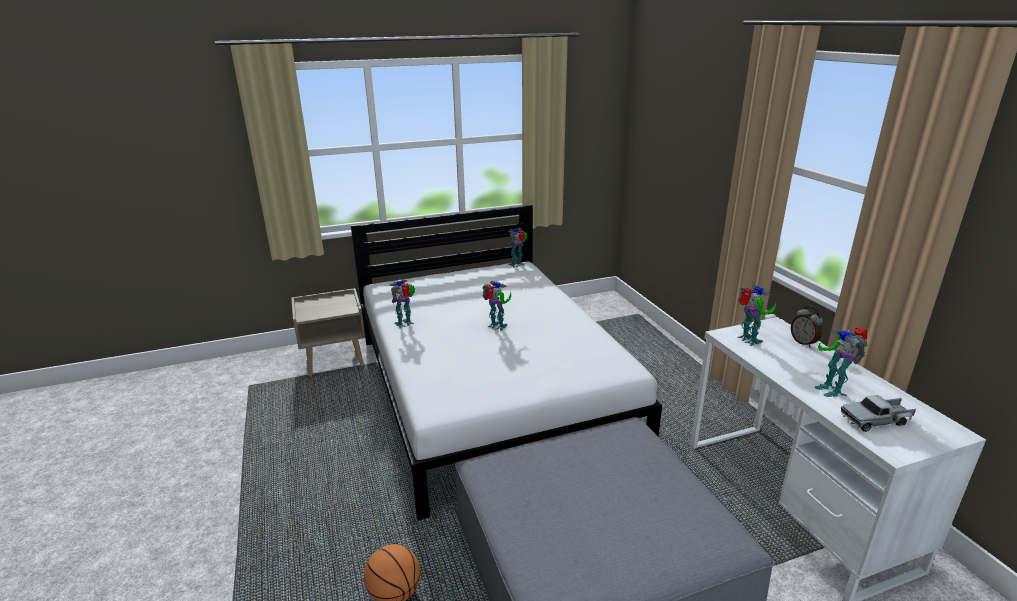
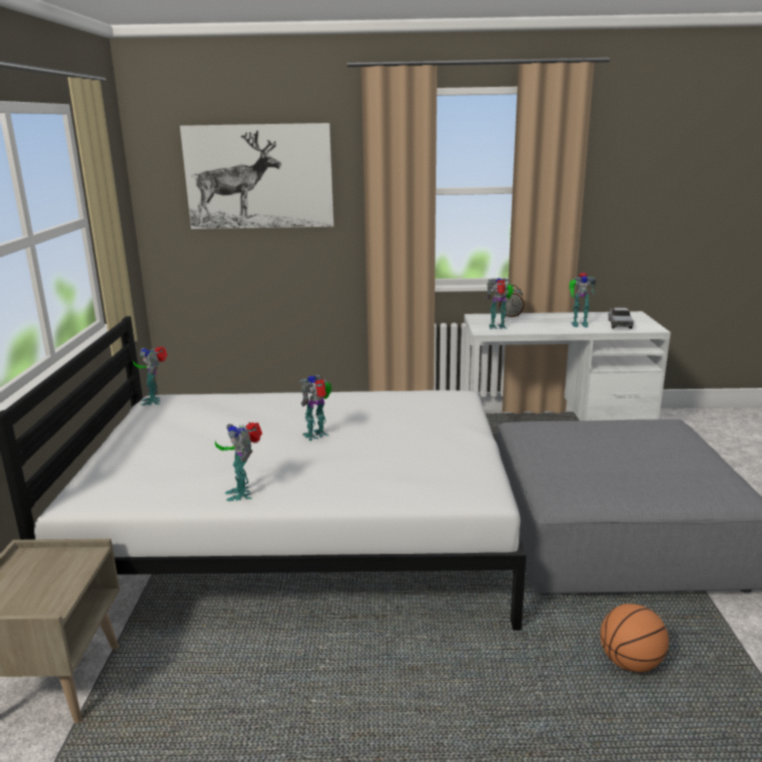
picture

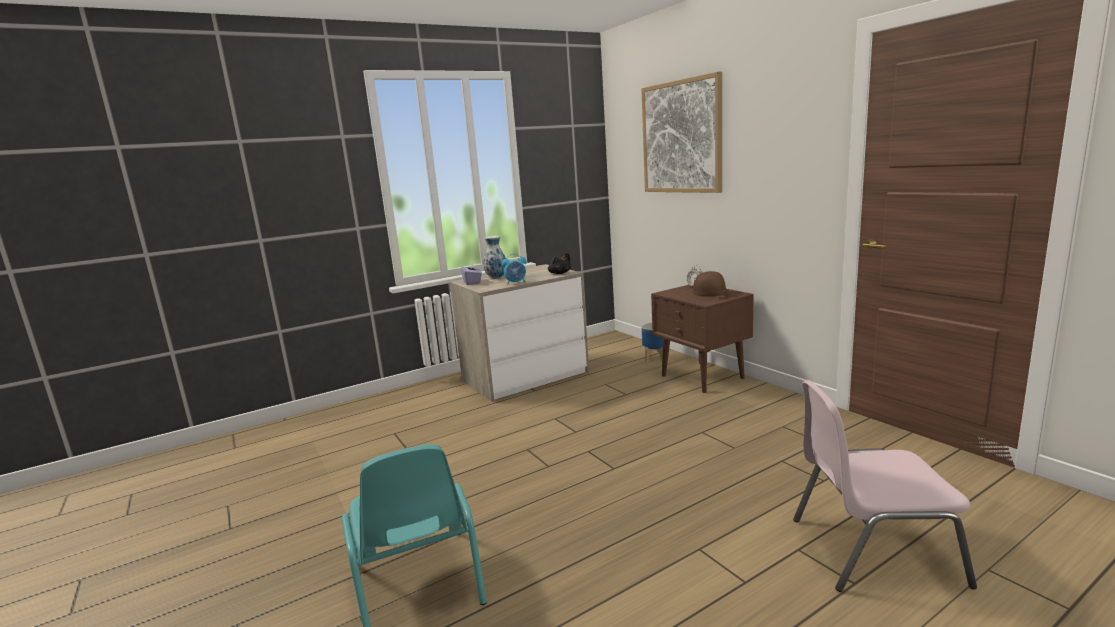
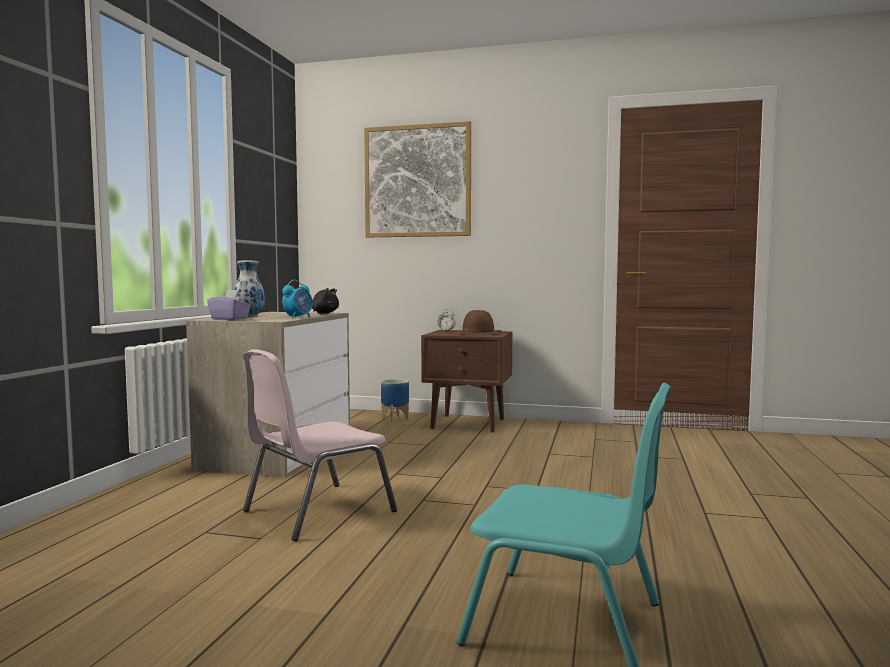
pink chair

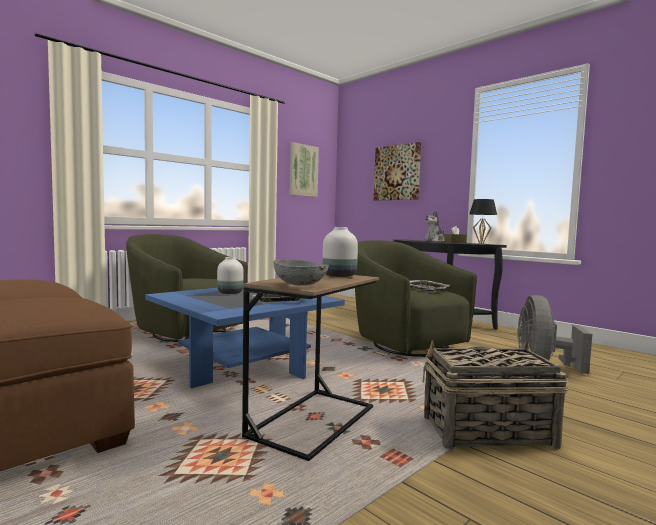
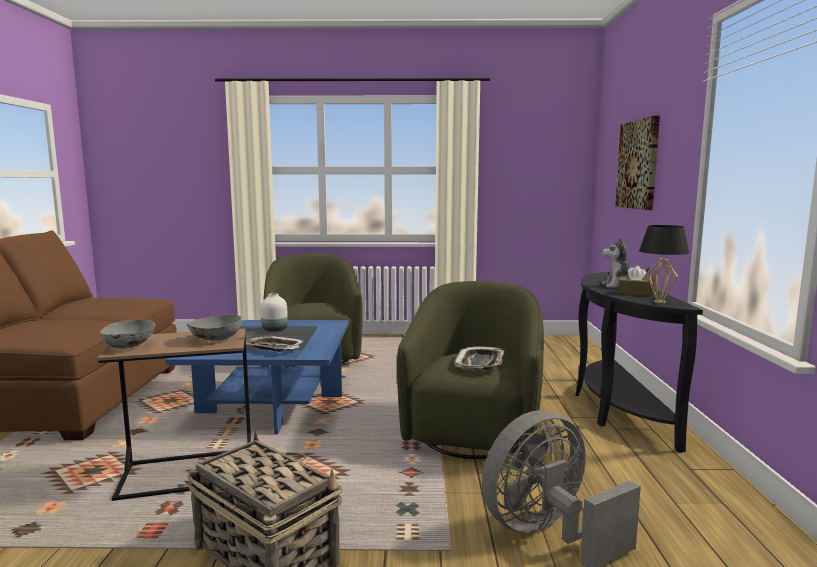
picture (1st from left in the first image)
grey bowl (2nd from left)

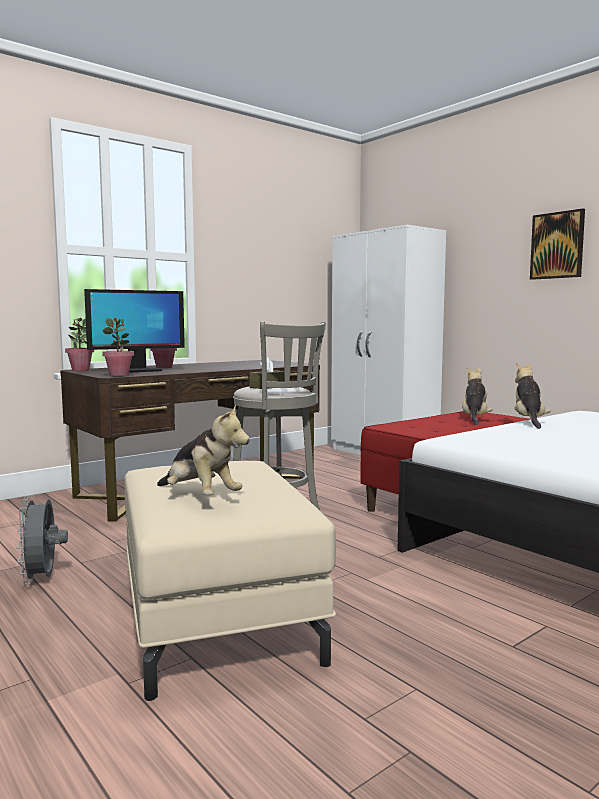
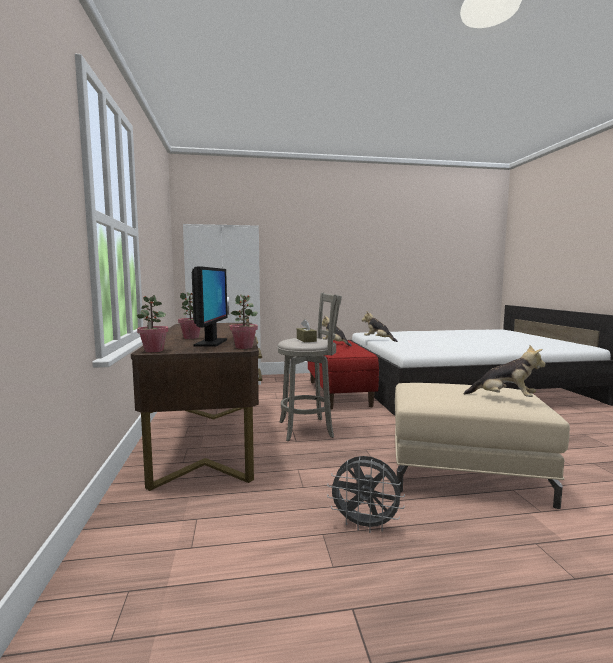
plush toy (3rd from left)
picture

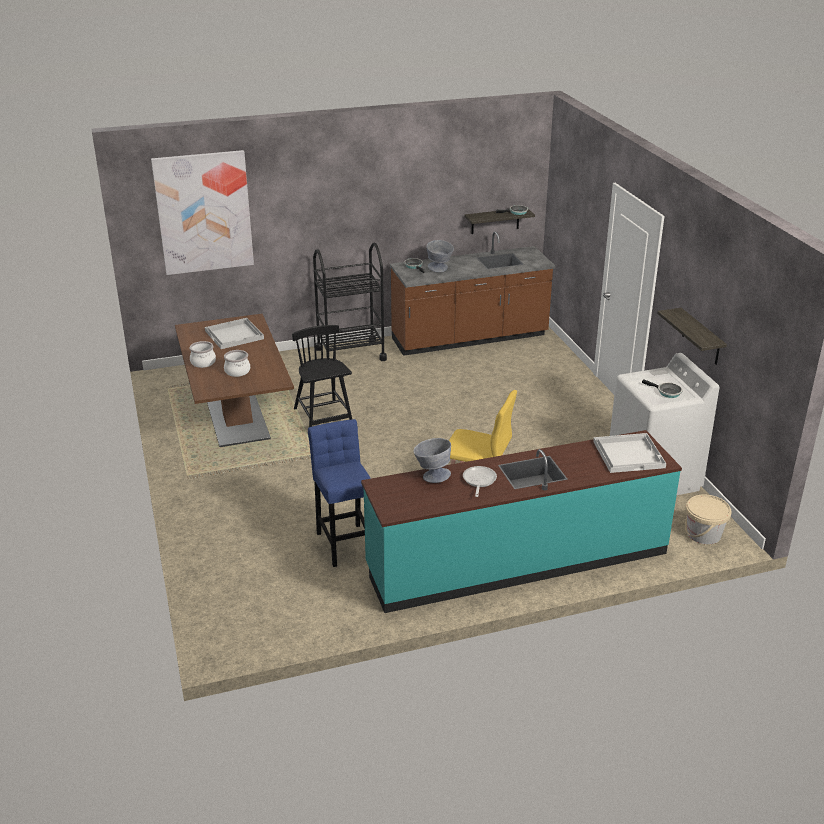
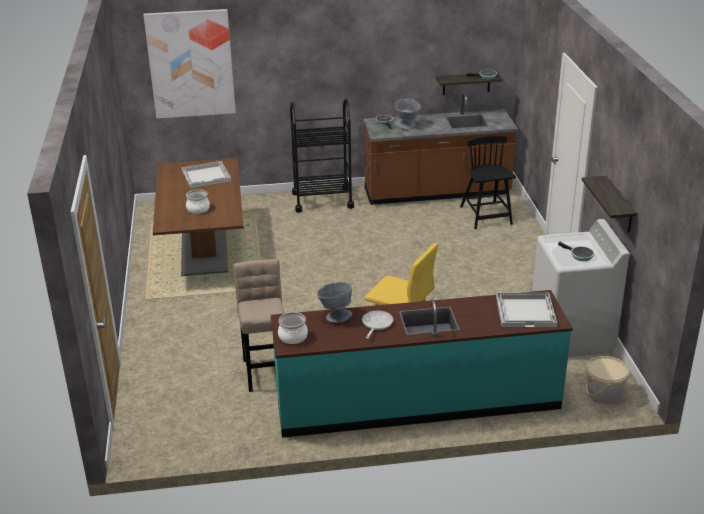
cooking pot (2nd from left)
black chair
beige stool

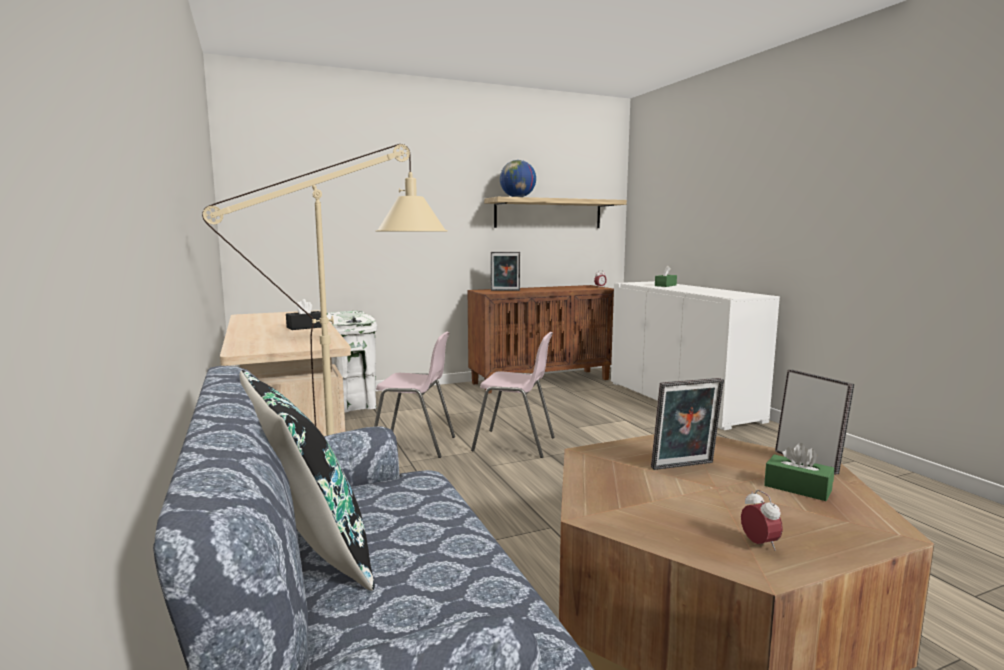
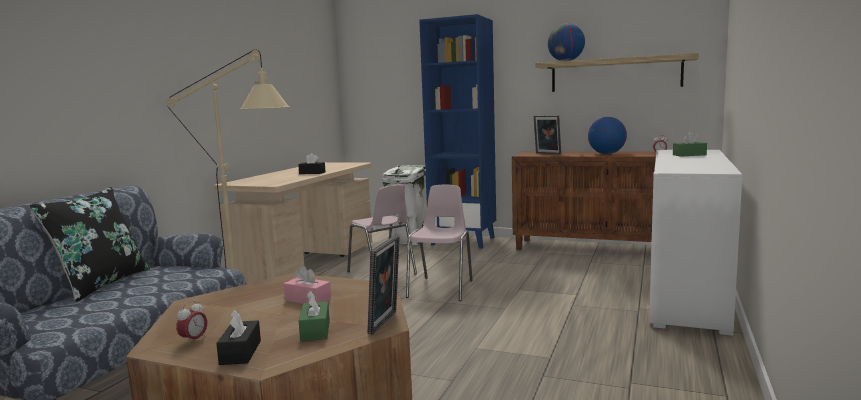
pink chair (2nd from left)
pink tissue box
black tissue box (1st from left)
blue bookcase
globe (2nd from left)

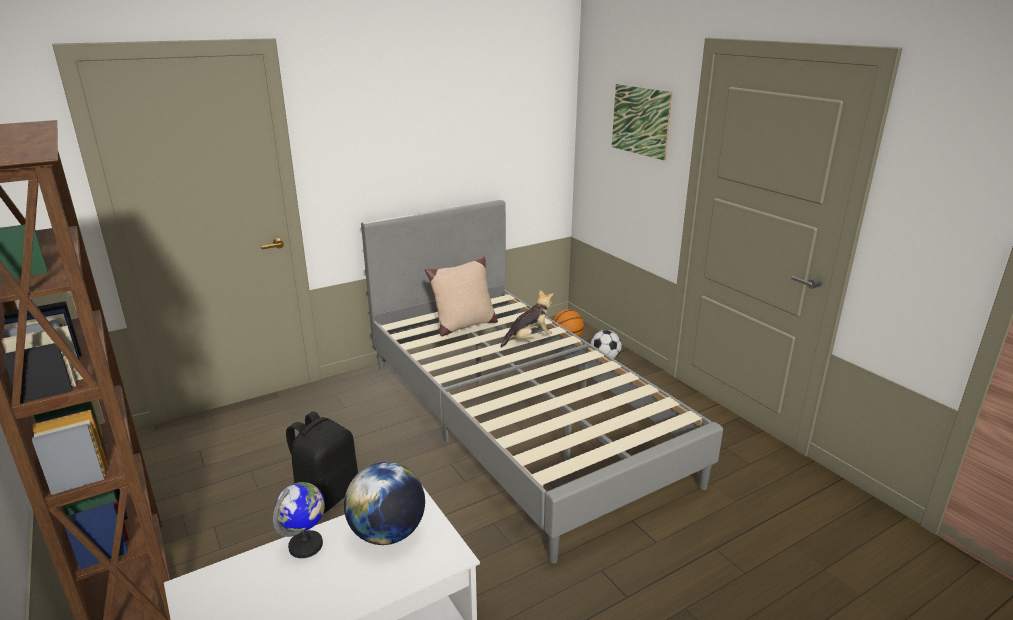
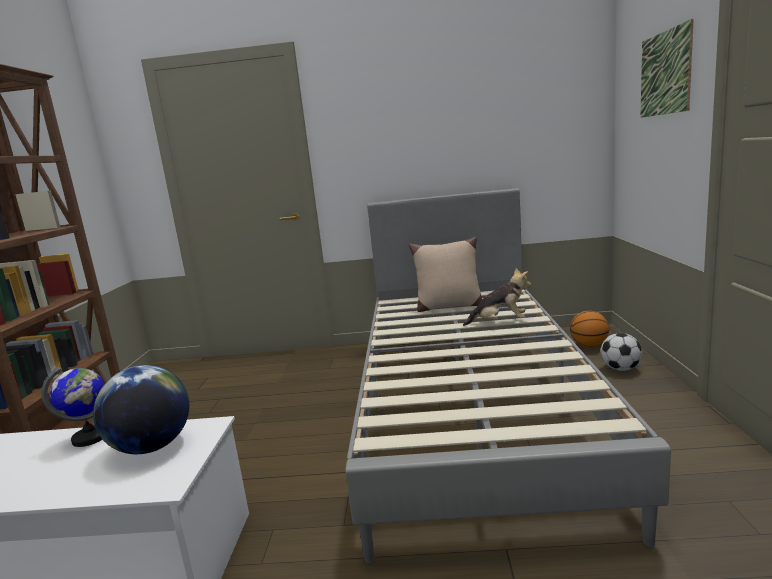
black backpack

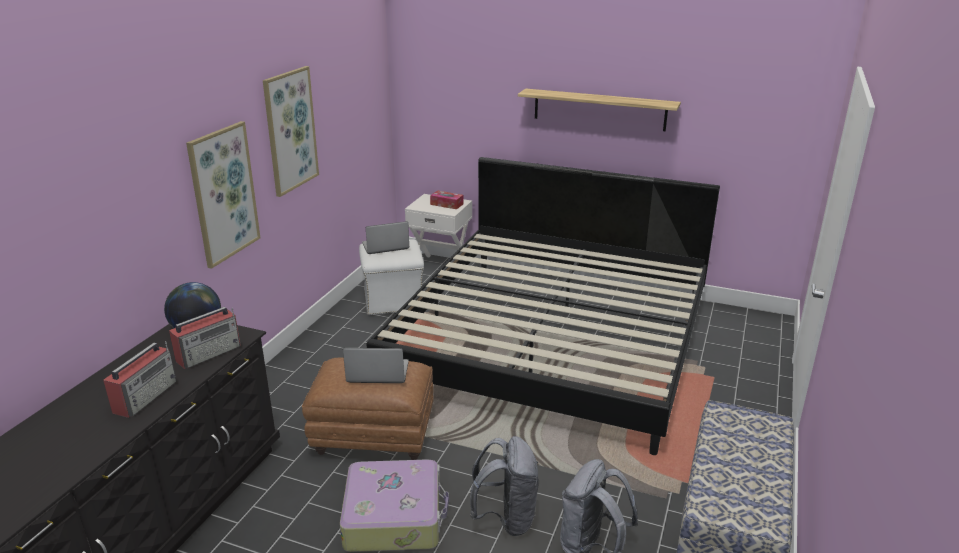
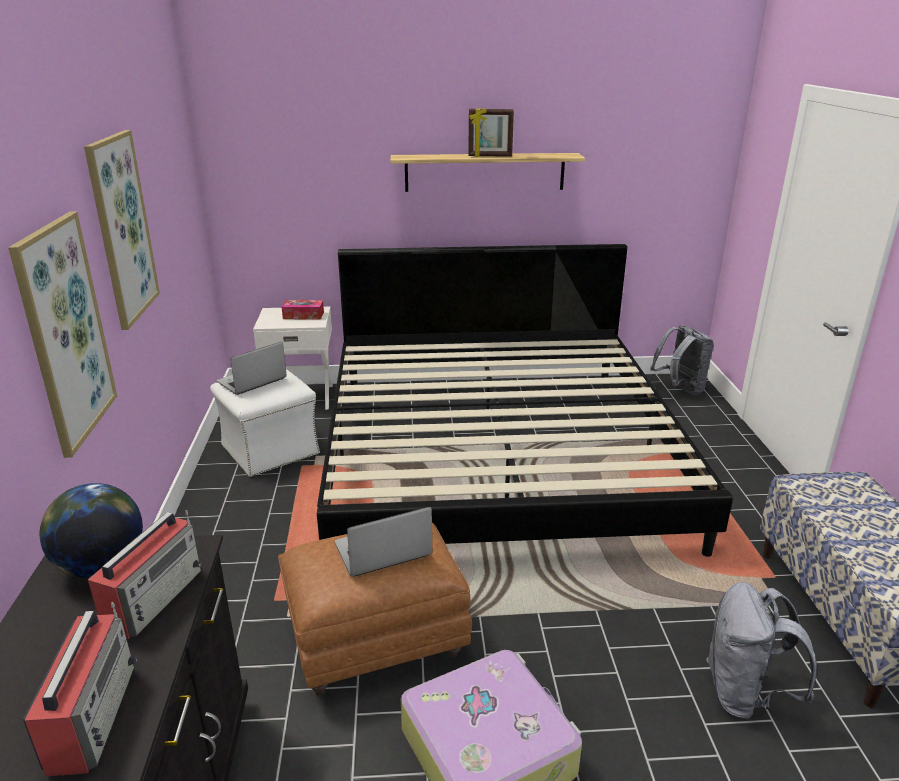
grey backpack (1st from left)
picture frame

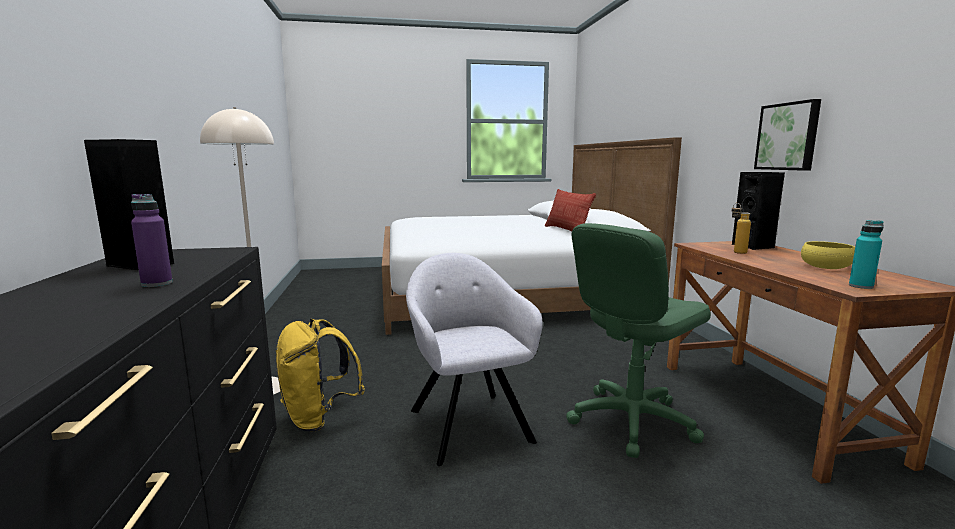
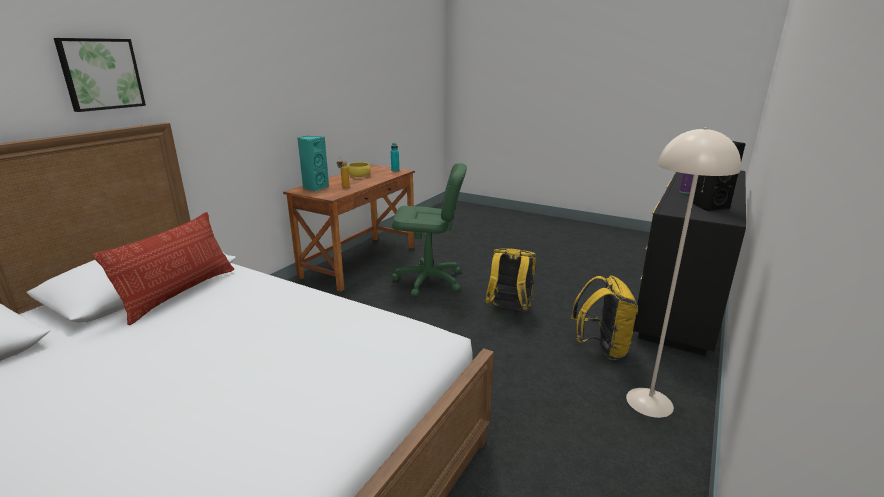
yellow backpack (1st from left)
turquoise speaker
picture

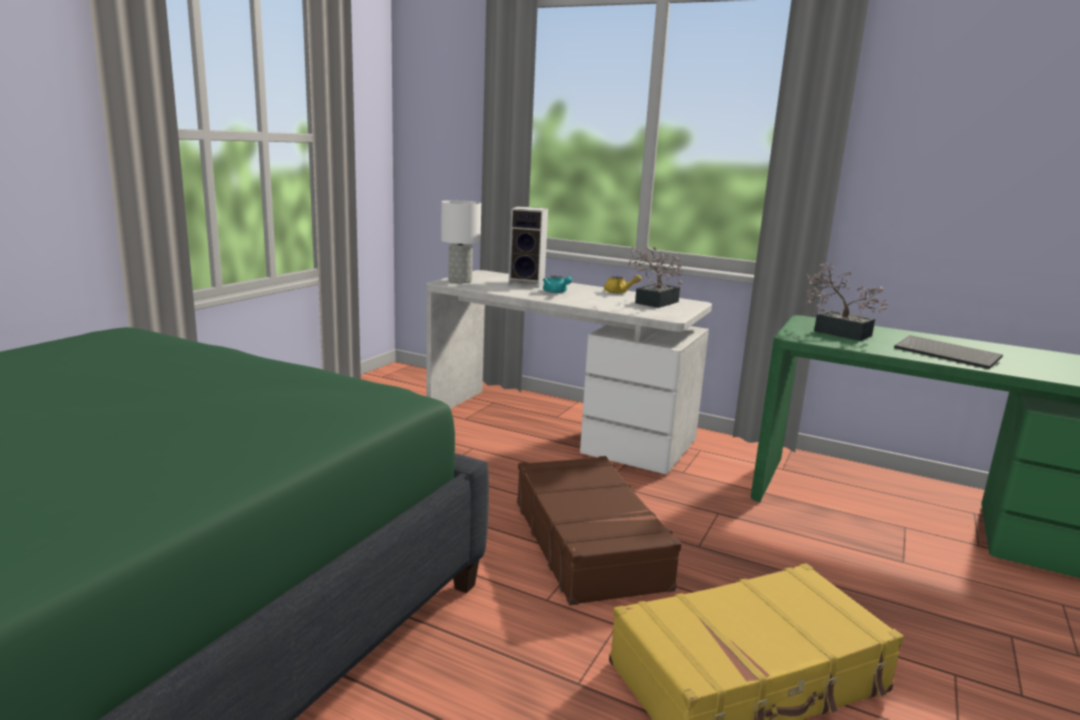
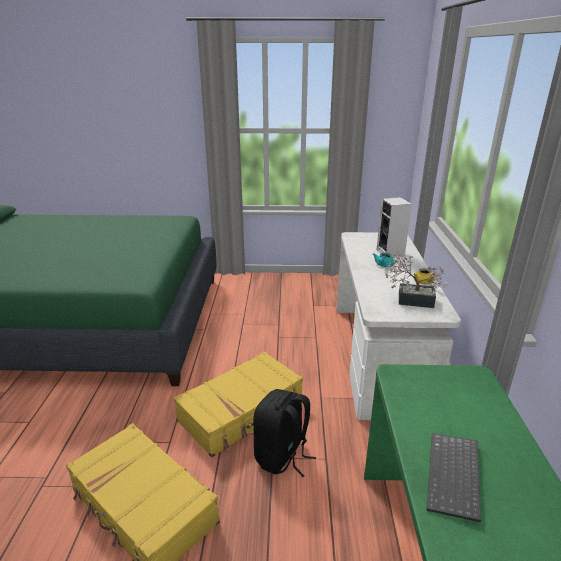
white table lamp
yellow suitcase (2nd from left)
potted plant (2nd from left in the first image)
black backpack

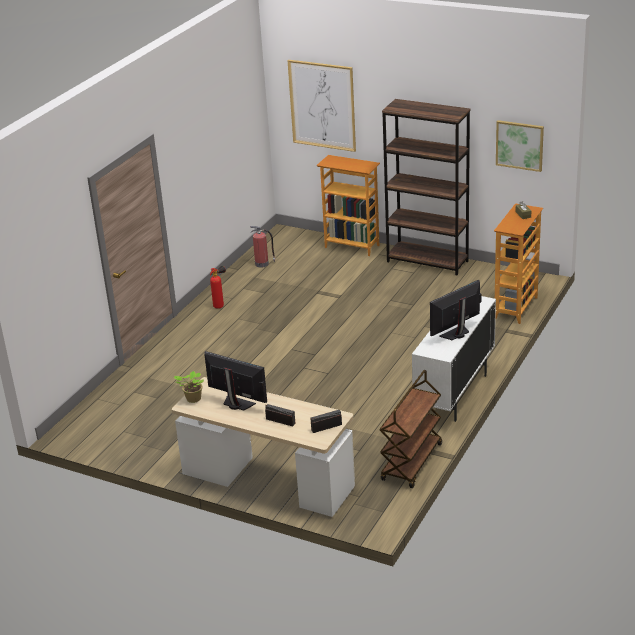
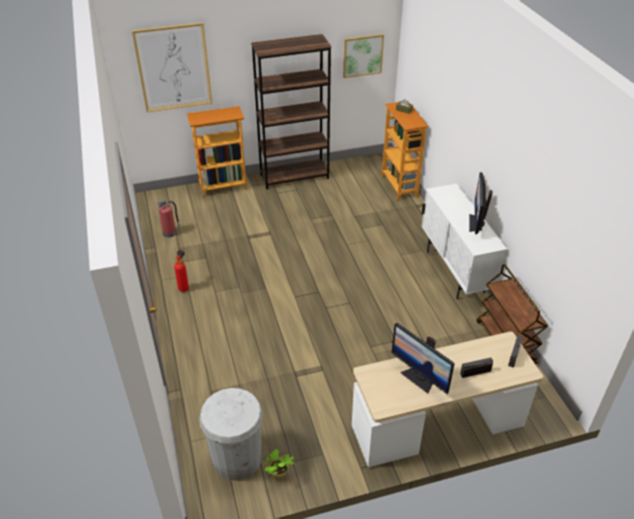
potted plant
monitor (1st from left)
white trash can

